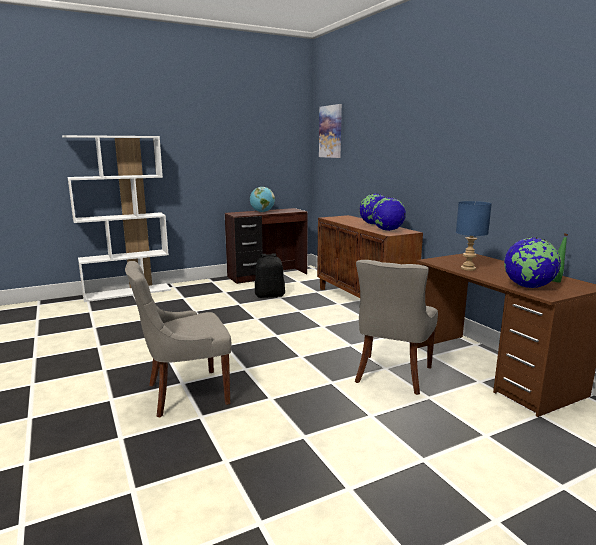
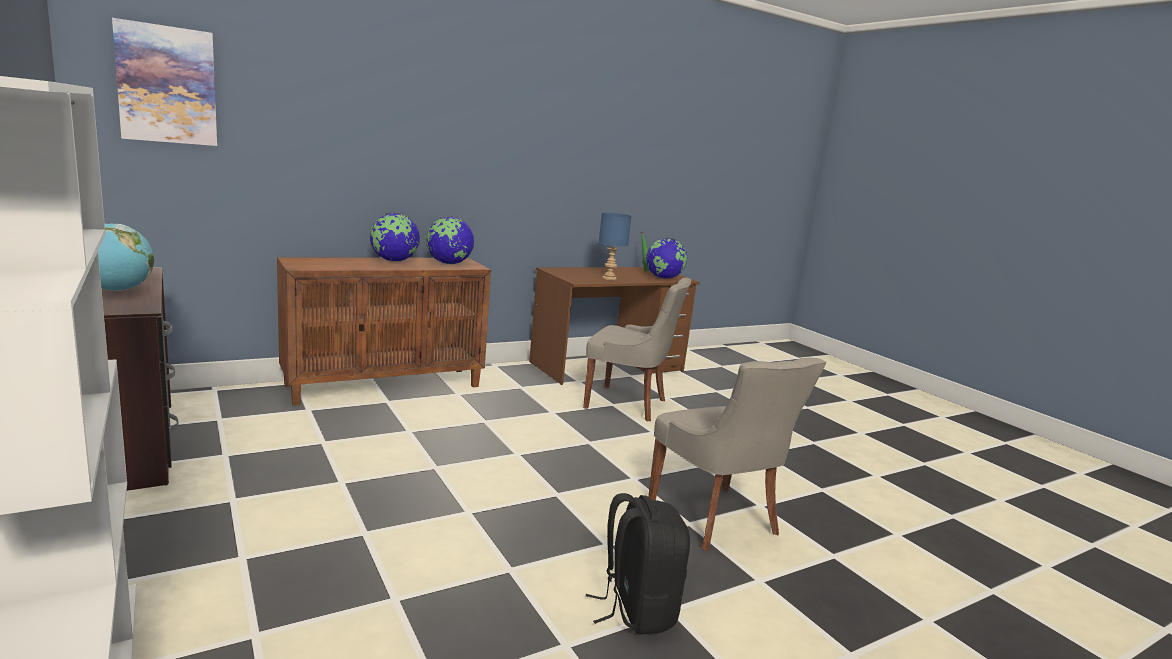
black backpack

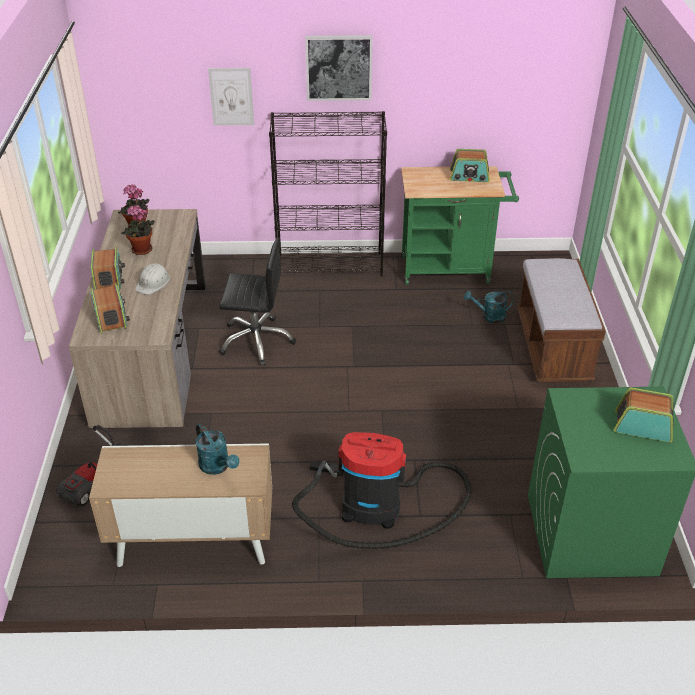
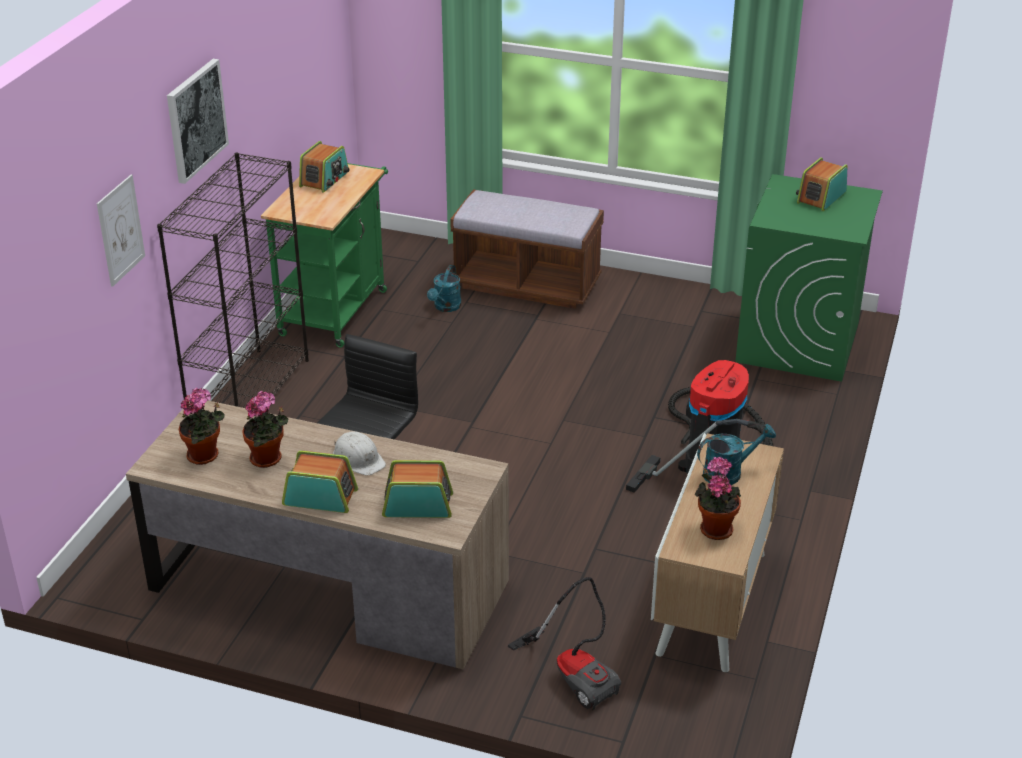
potted plant (3rd from left)

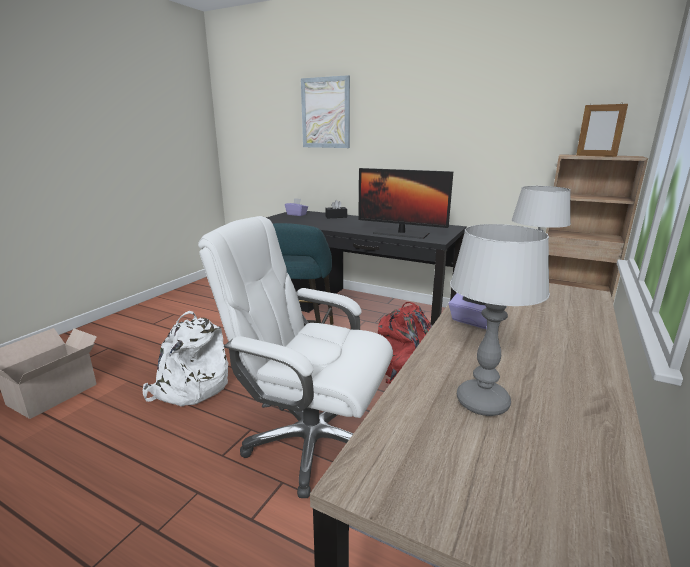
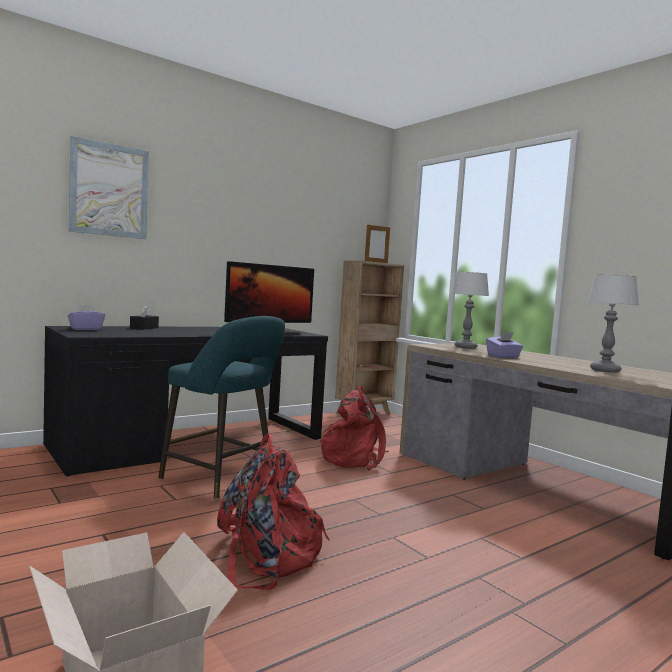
red backpack (1st from left)
white office chair

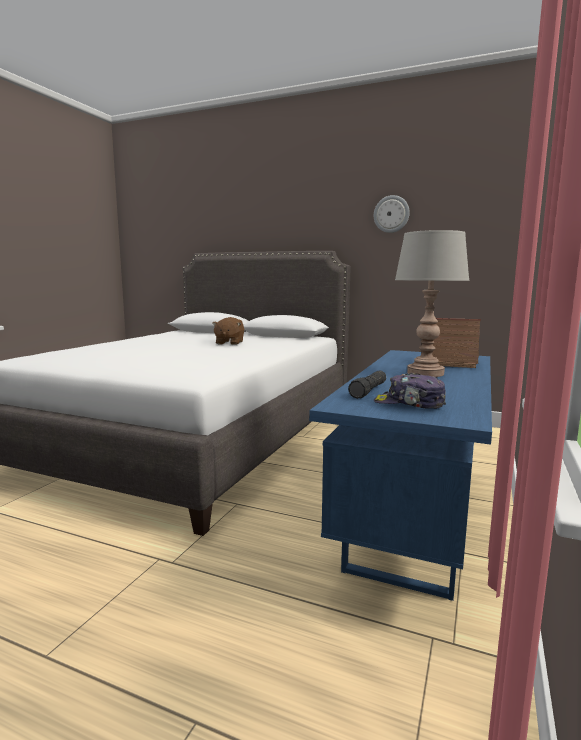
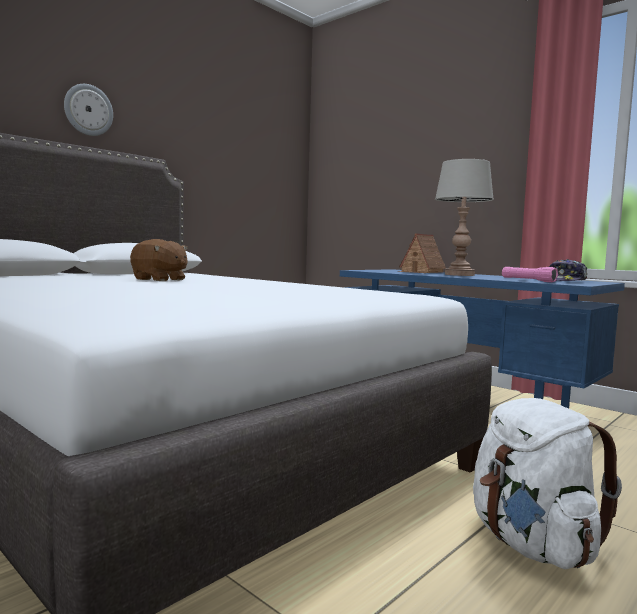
pink flashlight
wall clock
white backpack

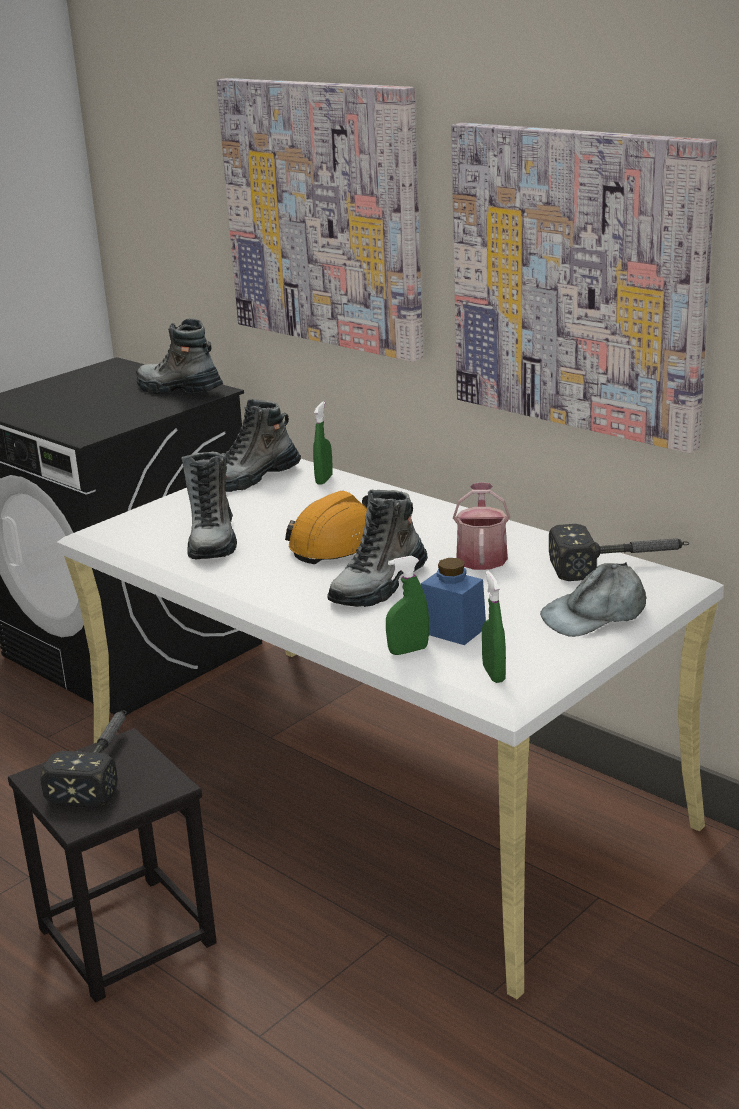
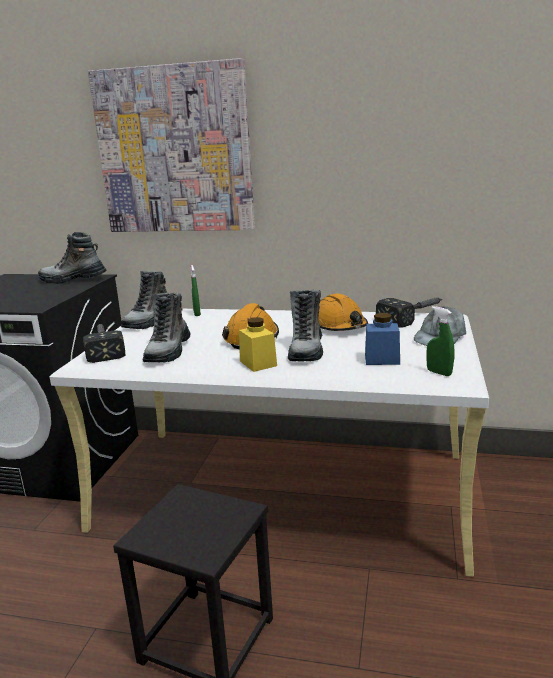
hammer (1st from left)
boot (3rd from left)
green spray bottle (2nd from left in the first image)
picture (2nd from left in the first image)
orange hard hat (2nd from left)
yellow jar

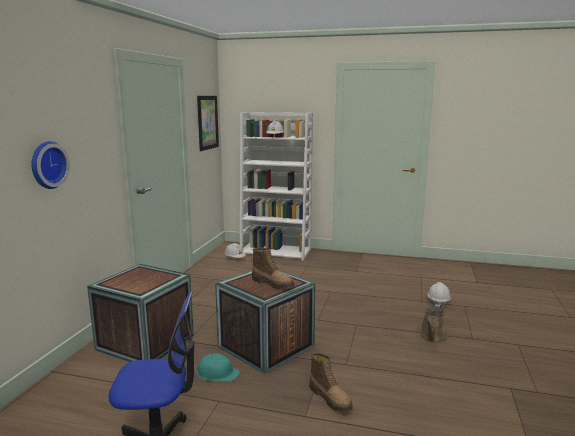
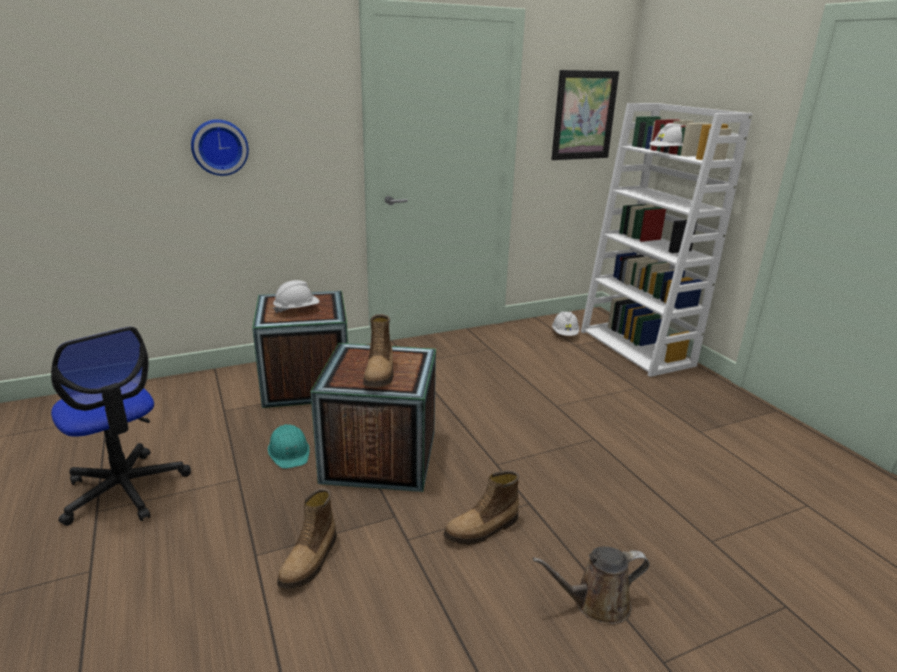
white hard hat (1st from left)
boot (3rd from left)

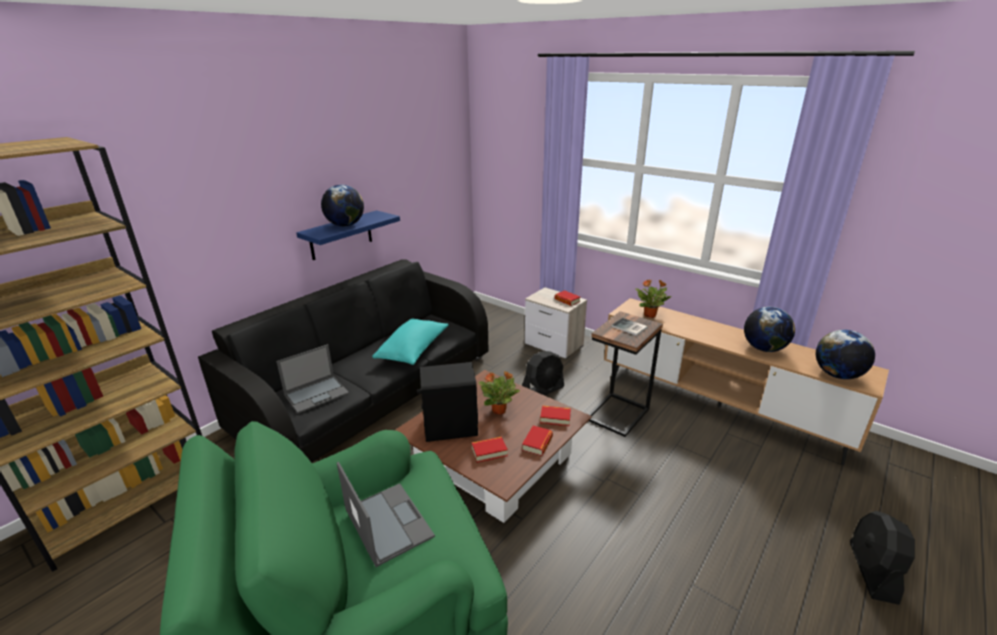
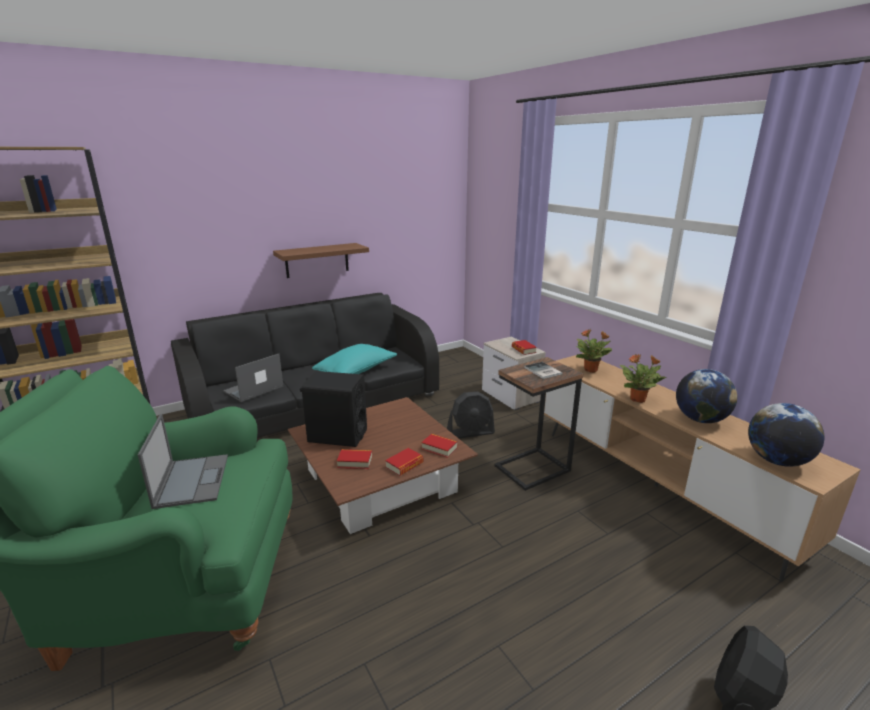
laptop (2nd from left)
brown shelf
globe (1st from left in the first image)
potted plant (2nd from left)

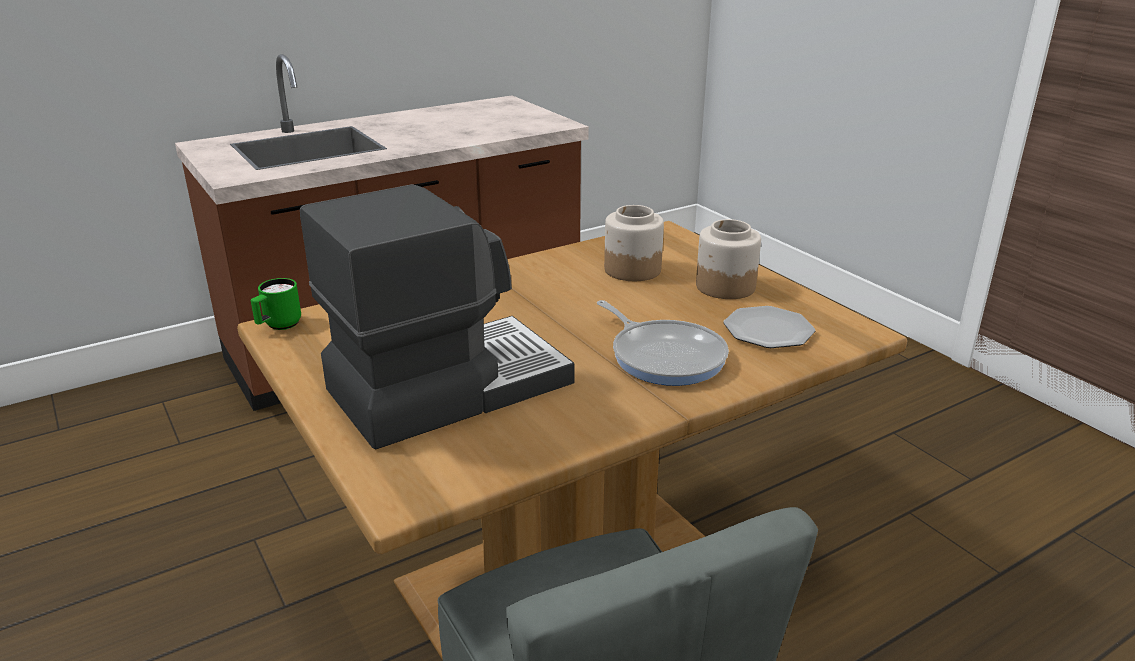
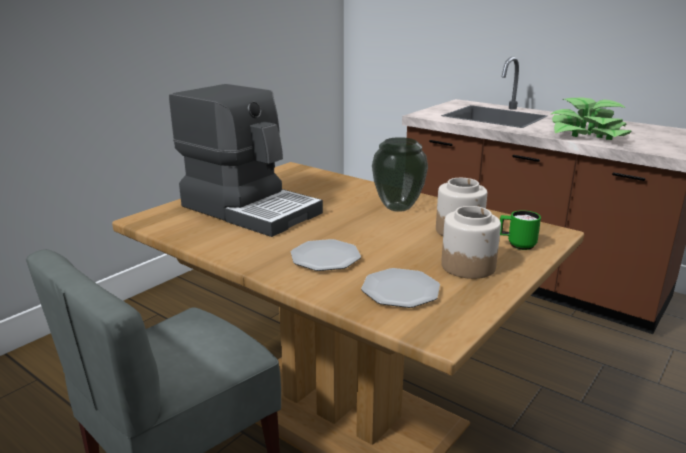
green mug
plate (1st from left)
vase
potted plant

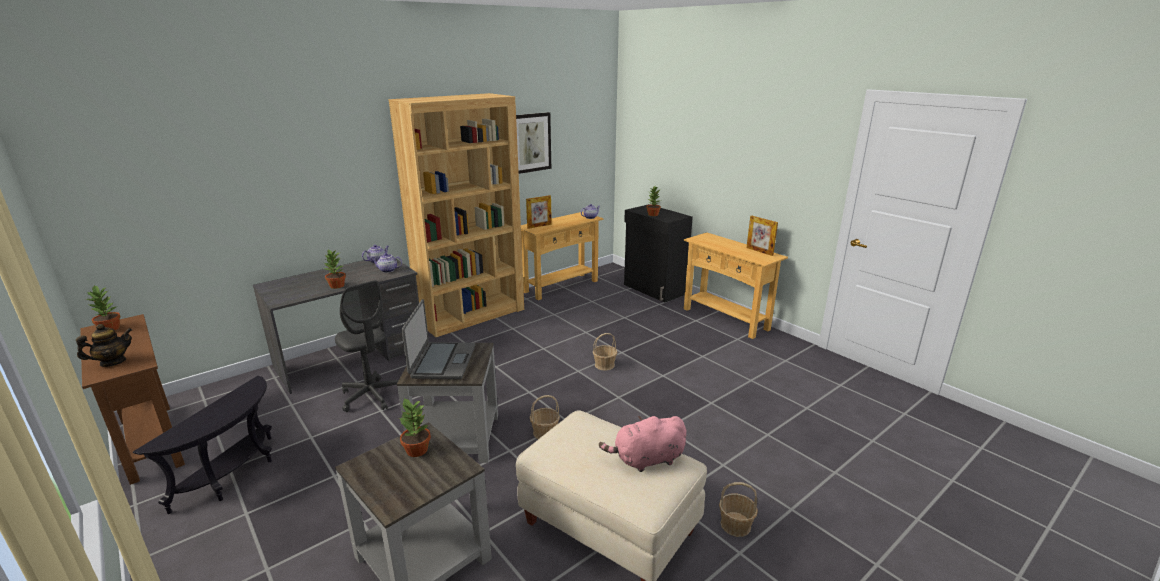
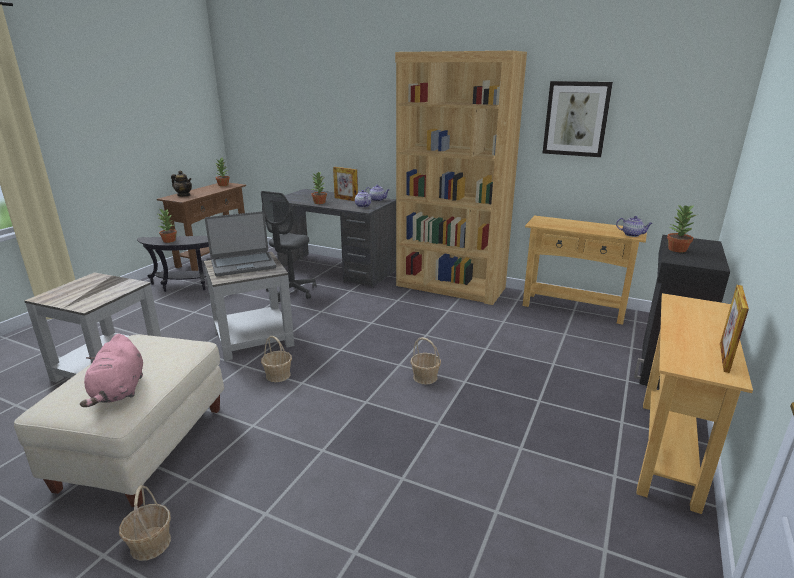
potted plant (1st from left)
picture frame (1st from left)
pink plush toy

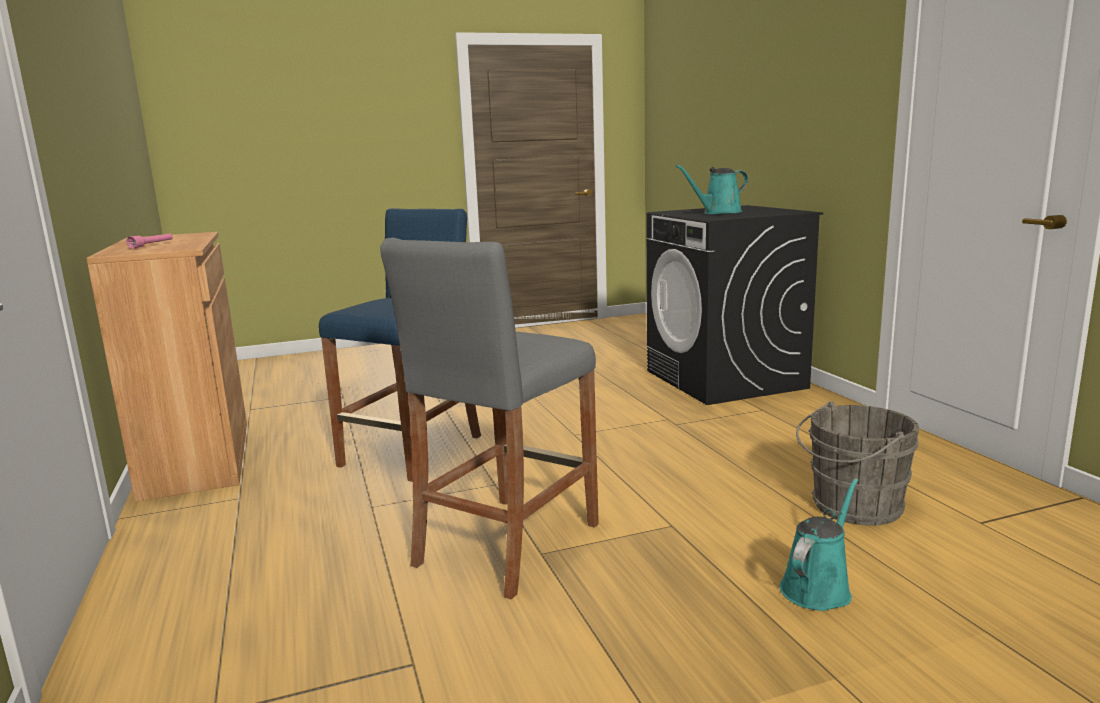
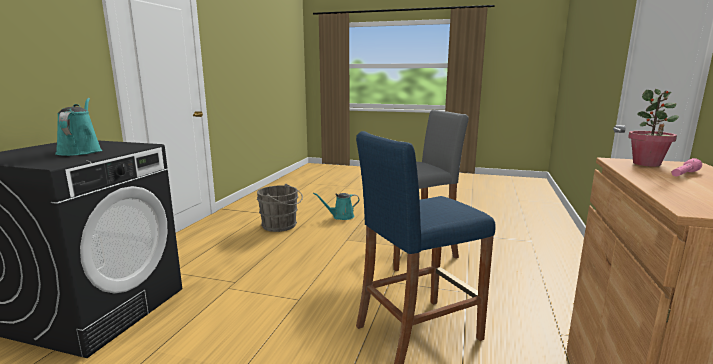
turquoise watering can (1st from left)
potted plant

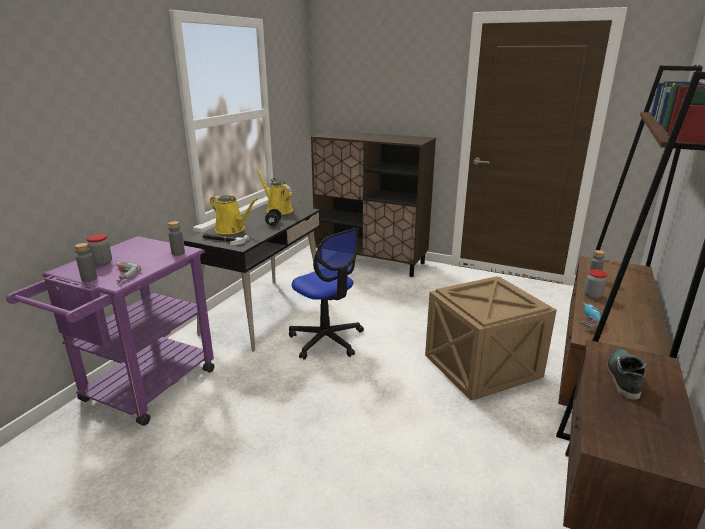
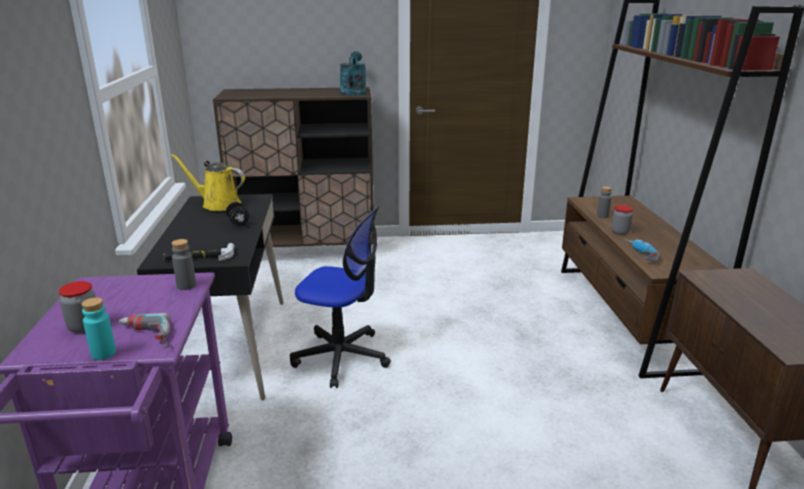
turquoise bottle
yellow watering can (1st from left in the first image)
crate
shoe
turquoise watering can

